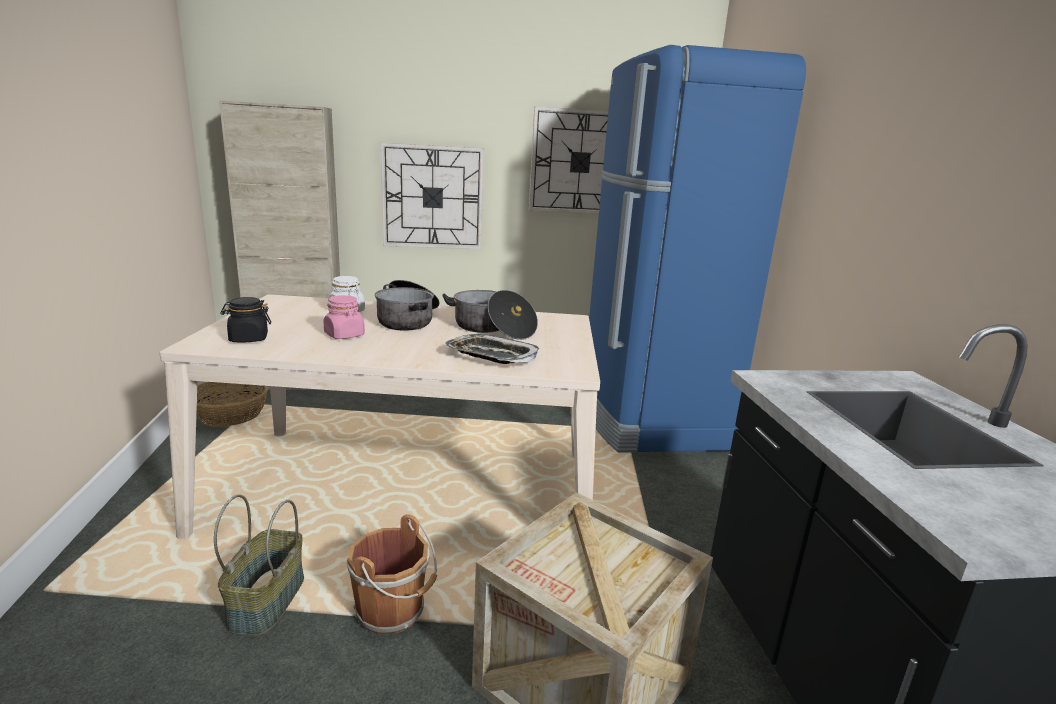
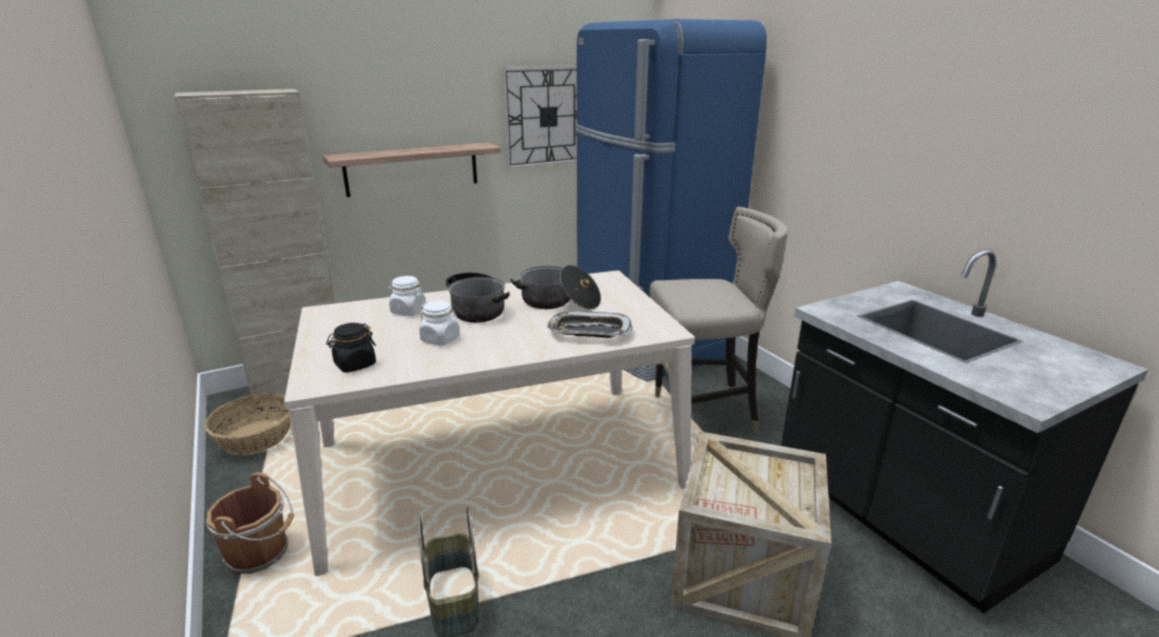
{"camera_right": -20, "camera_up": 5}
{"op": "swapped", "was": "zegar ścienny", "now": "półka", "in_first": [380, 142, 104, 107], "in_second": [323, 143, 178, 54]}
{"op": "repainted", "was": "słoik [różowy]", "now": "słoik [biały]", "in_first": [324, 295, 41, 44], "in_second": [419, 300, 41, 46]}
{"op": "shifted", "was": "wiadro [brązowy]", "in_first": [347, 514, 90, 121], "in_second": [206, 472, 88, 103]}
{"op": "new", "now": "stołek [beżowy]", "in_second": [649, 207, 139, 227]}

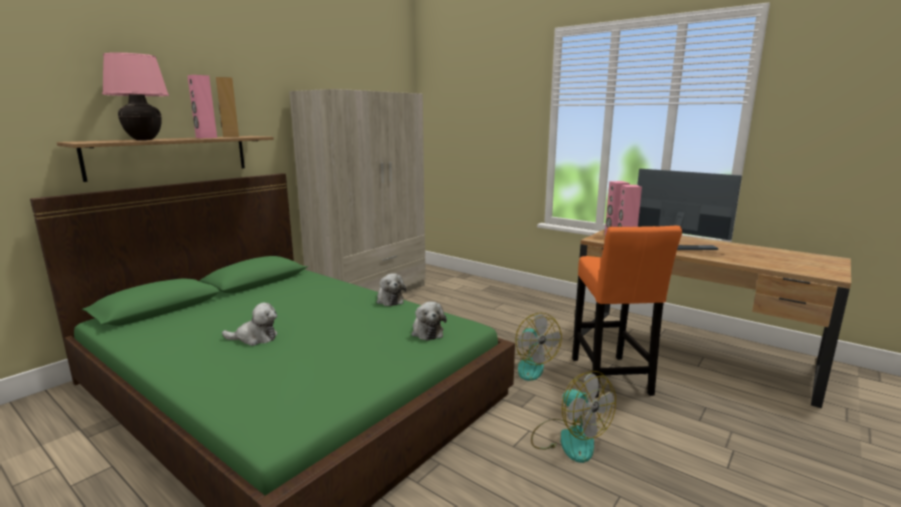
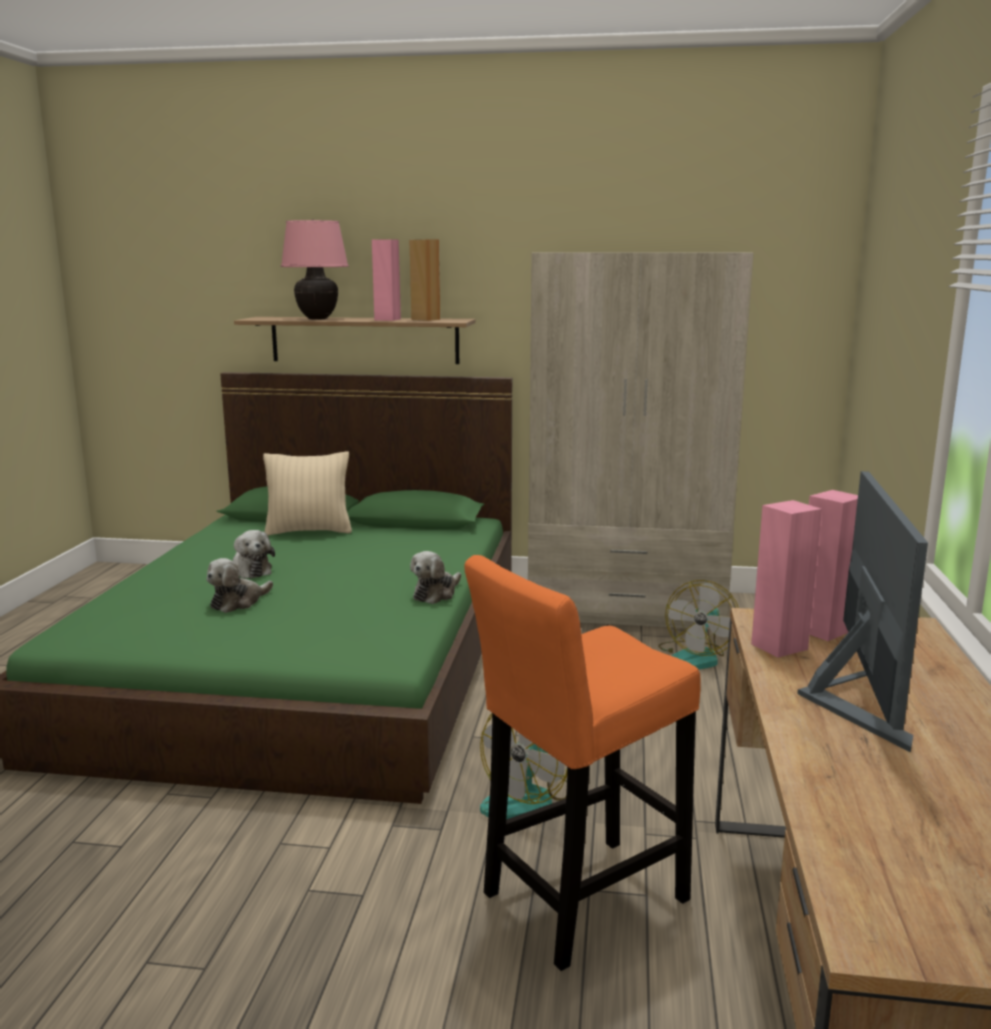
{"camera_right": 60, "camera_up": 0}
{"op": "shifted", "was": "pluszak", "in_first": [412, 302, 35, 39], "in_second": [206, 558, 67, 55]}
{"op": "shifted", "was": "wentylator", "in_first": [531, 371, 85, 92], "in_second": [658, 580, 81, 89]}
{"op": "new", "now": "poduszka [beżowy]", "in_second": [263, 451, 89, 84]}

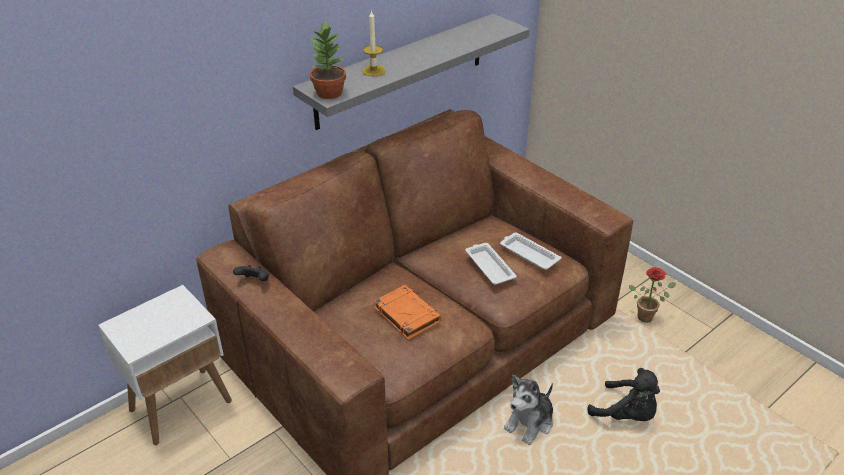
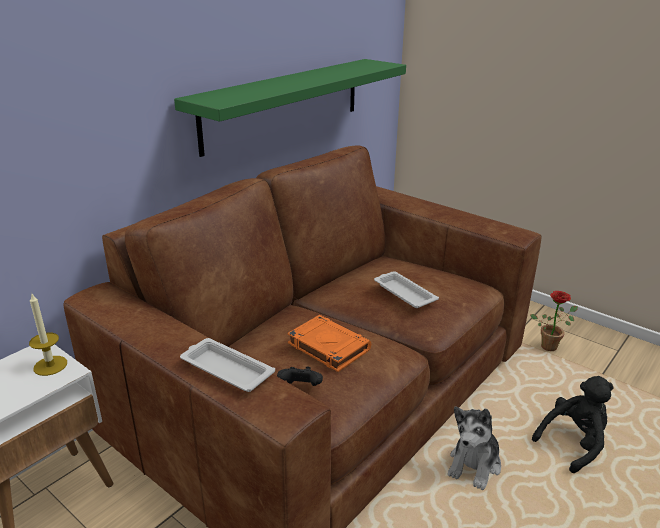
{"camera_right": -10, "camera_up": -10}
{"op": "shifted", "was": "świeca", "in_first": [362, 10, 24, 66], "in_second": [29, 294, 38, 82]}
{"op": "repainted", "was": "półka [szary]", "now": "półka [zielony]", "in_first": [293, 14, 237, 116], "in_second": [174, 59, 232, 98]}
{"op": "gone", "was": "roślina doniczkowa", "in_first": [309, 22, 37, 77]}
{"op": "shifted", "was": "taca [biały]", "in_first": [500, 232, 62, 38], "in_second": [180, 338, 95, 54]}
{"op": "shifted", "was": "pad do gier [czarny]", "in_first": [233, 265, 36, 16], "in_second": [277, 367, 46, 19]}
{"op": "rotated", "was": "pluszak [czarny]", "in_first": [587, 368, 73, 53], "in_second": [532, 376, 82, 97], "clockwise": -60}

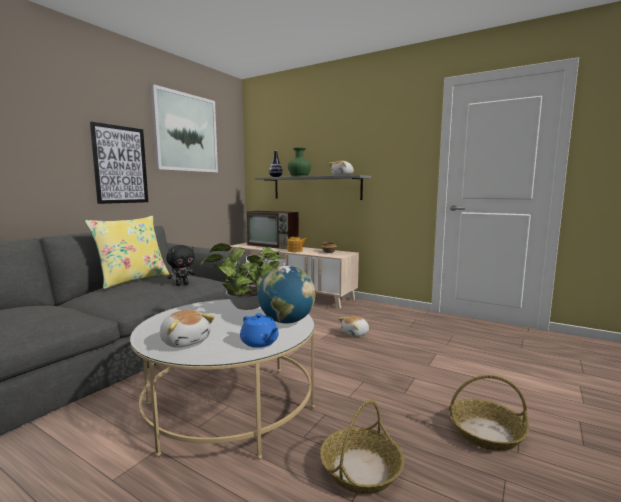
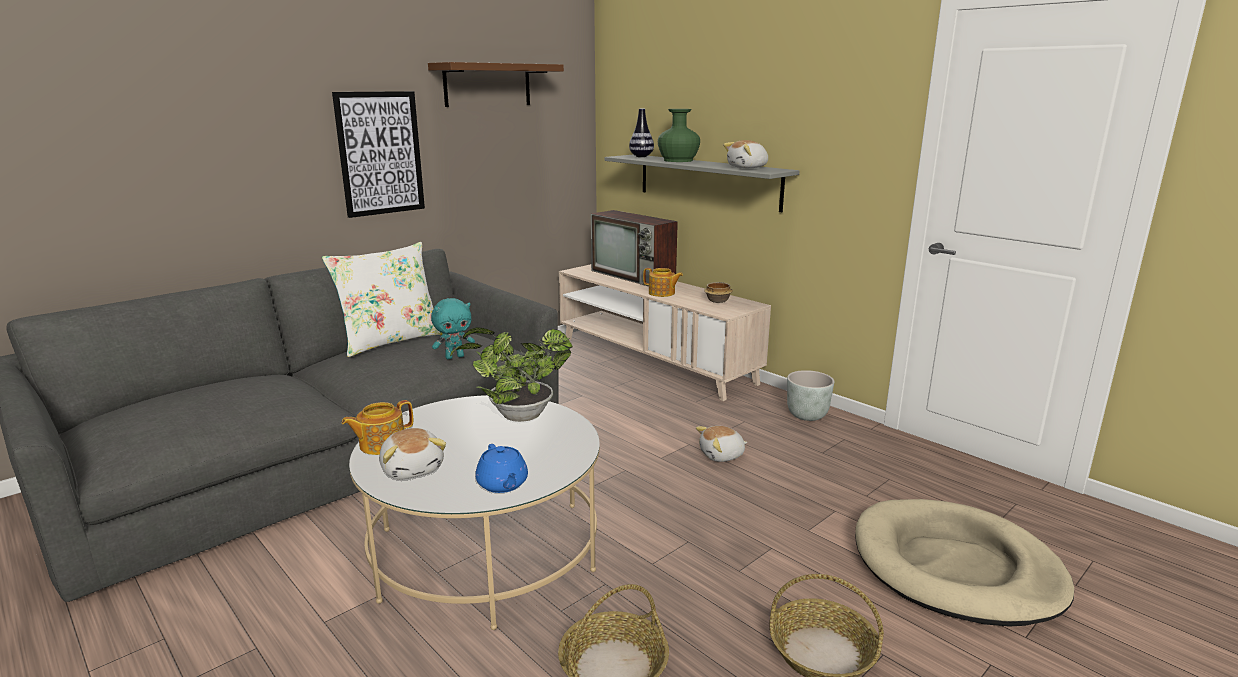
{"camera_right": 15, "camera_up": 10}
{"op": "swapped", "was": "obraz", "now": "półka [brązowy]", "in_first": [151, 84, 67, 89], "in_second": [428, 62, 136, 45]}
{"op": "repainted", "was": "poduszka [żółty]", "now": "poduszka [biały]", "in_first": [85, 216, 84, 73], "in_second": [322, 242, 121, 115]}
{"op": "repainted", "was": "pluszak [czarny]", "now": "pluszak [turkusowy]", "in_first": [166, 245, 30, 41], "in_second": [431, 298, 44, 61]}
{"op": "gone", "was": "globus", "in_first": [258, 266, 58, 58]}
{"op": "new", "now": "donica [szary]", "in_second": [787, 370, 47, 51]}
{"op": "new", "now": "imbryk", "in_second": [342, 400, 71, 55]}
{"op": "new", "now": "legowisko [beżowy]", "in_second": [855, 499, 219, 128]}

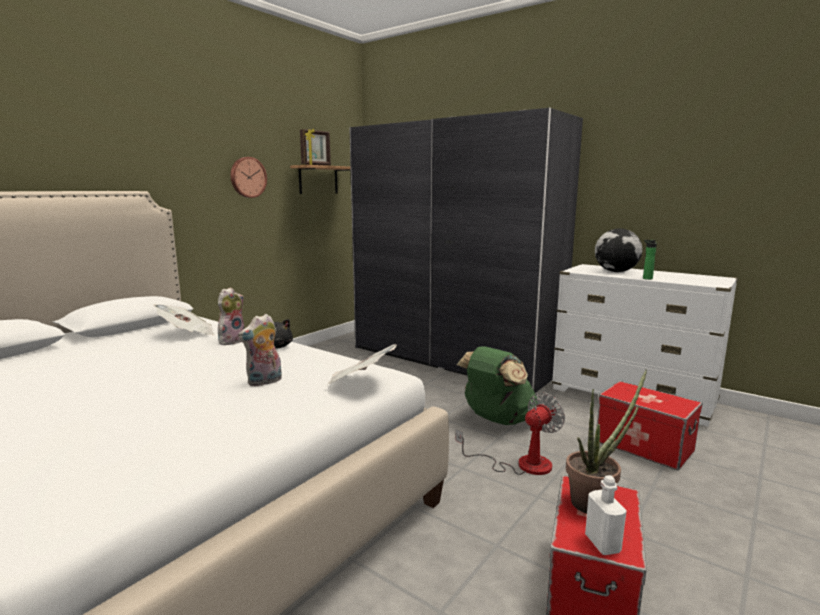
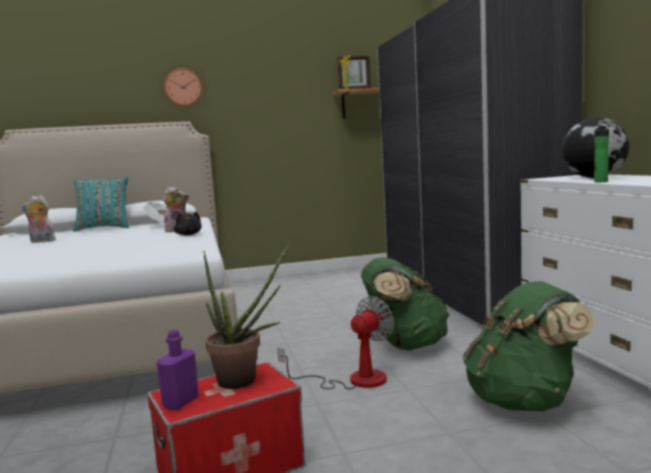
{"camera_right": 40, "camera_up": -5}
{"op": "shifted", "was": "zegar ścienny", "in_first": [230, 157, 37, 41], "in_second": [164, 68, 38, 38]}
{"op": "shifted", "was": "pluszak", "in_first": [238, 314, 44, 72], "in_second": [22, 195, 34, 48]}
{"op": "gone", "was": "gazeta", "in_first": [327, 344, 70, 41]}
{"op": "swapped", "was": "pojemnik do przechowywania", "now": "plecak [zielony]", "in_first": [597, 381, 105, 89], "in_second": [463, 281, 132, 130]}
{"op": "rotated", "was": "wentylator", "in_first": [455, 393, 110, 82], "in_second": [277, 296, 117, 93], "clockwise": -45}
{"op": "repainted", "was": "butelka [biały]", "now": "butelka [fioletowy]", "in_first": [585, 475, 42, 80], "in_second": [156, 330, 43, 80]}
{"op": "new", "now": "poduszka [turkusowy]", "in_second": [73, 176, 56, 56]}

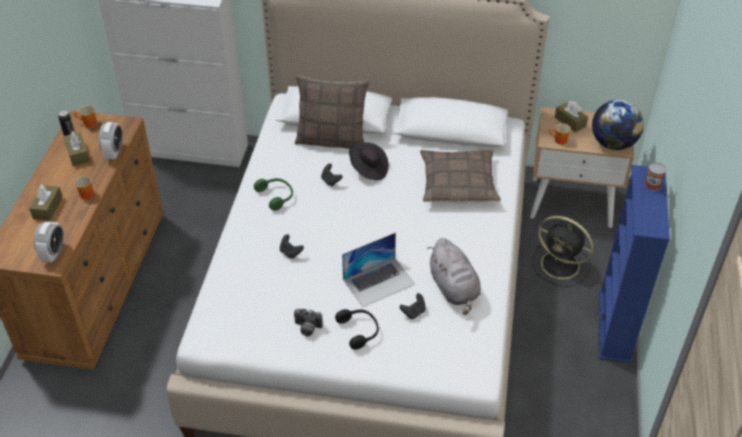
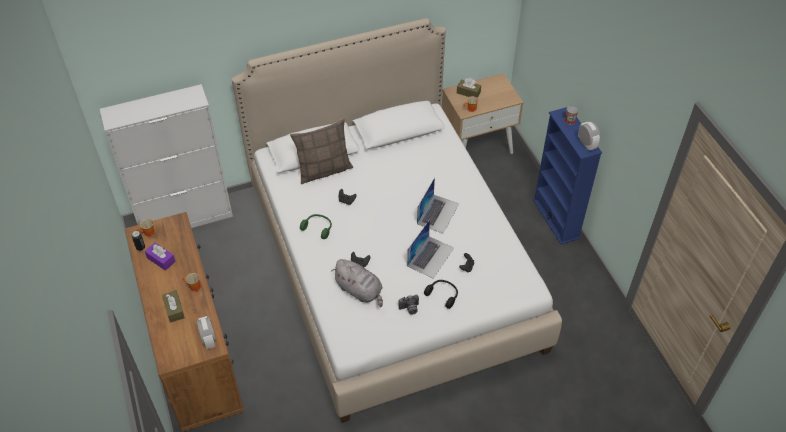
{"camera_right": -30, "camera_up": 5}
{"op": "gone", "was": "globus", "in_first": [592, 100, 52, 50]}
{"op": "shifted", "was": "budzik", "in_first": [99, 122, 24, 37], "in_second": [578, 122, 22, 28]}
{"op": "repainted", "was": "pudełko chusteczek [brązowy]", "now": "pudełko chusteczek [fioletowy]", "in_first": [63, 131, 27, 35], "in_second": [145, 243, 31, 28]}
{"op": "gone", "was": "kapelusz [czarny]", "in_first": [349, 143, 40, 37]}
{"op": "gone", "was": "poduszka", "in_first": [420, 150, 81, 52]}
{"op": "gone", "was": "wentylator [czarny]", "in_first": [532, 216, 61, 71]}
{"op": "shifted", "was": "pluszak [szary]", "in_first": [428, 238, 53, 77], "in_second": [332, 259, 51, 48]}
{"op": "new", "now": "laptop", "in_second": [417, 177, 42, 56]}

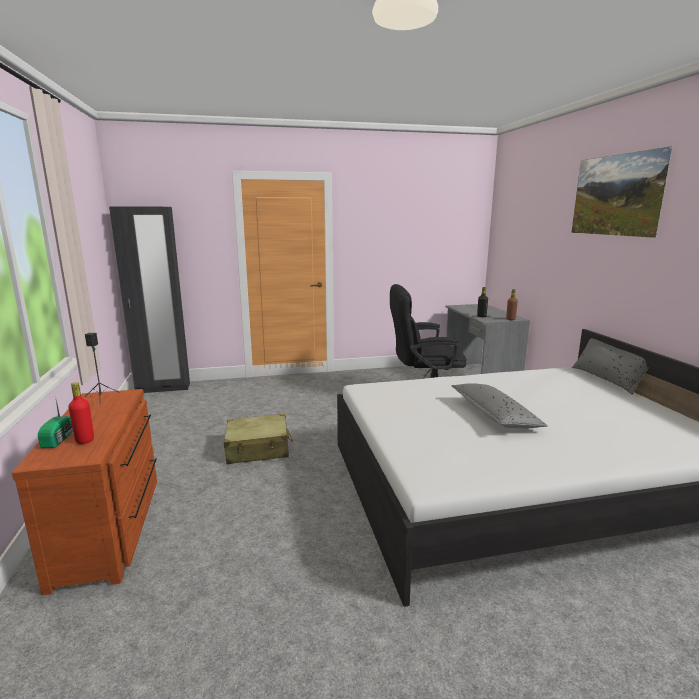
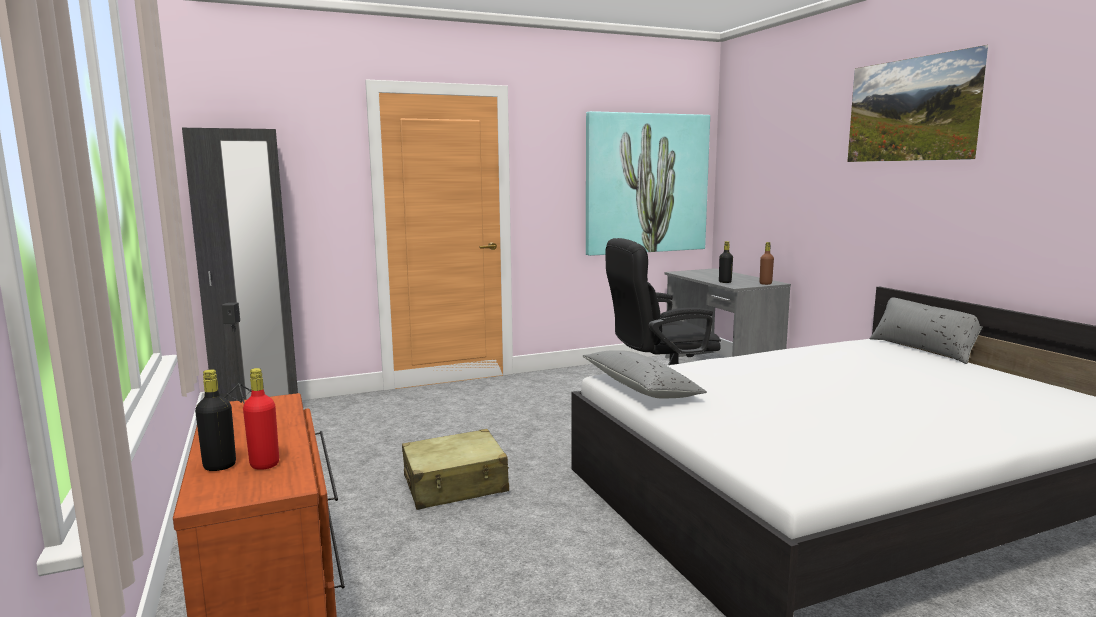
{"camera_right": -10, "camera_up": -5}
{"op": "shifted", "was": "poduszka [szary]", "in_first": [451, 383, 97, 45], "in_second": [583, 350, 124, 48]}
{"op": "swapped", "was": "radio", "now": "butelka [czarny]", "in_first": [38, 399, 35, 49], "in_second": [195, 369, 41, 102]}
{"op": "new", "now": "obraz", "in_second": [586, 111, 124, 145]}

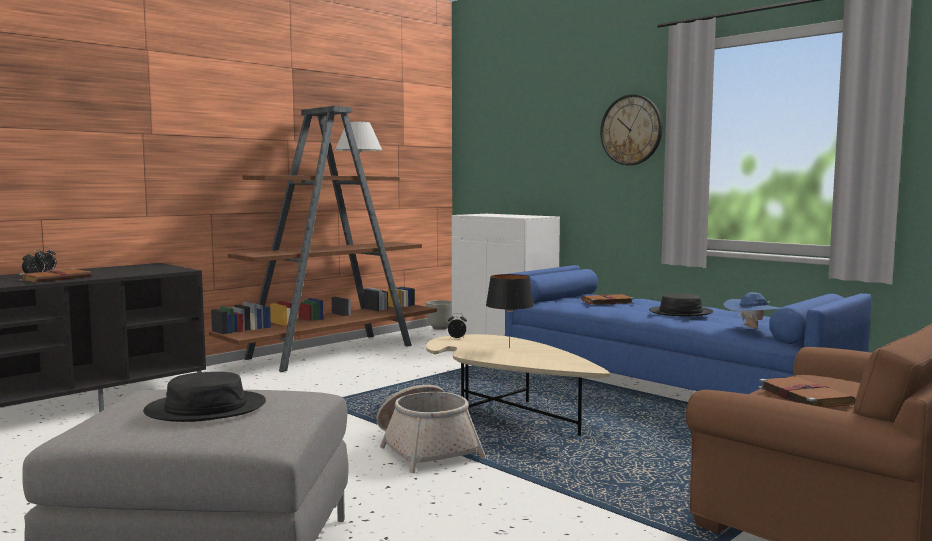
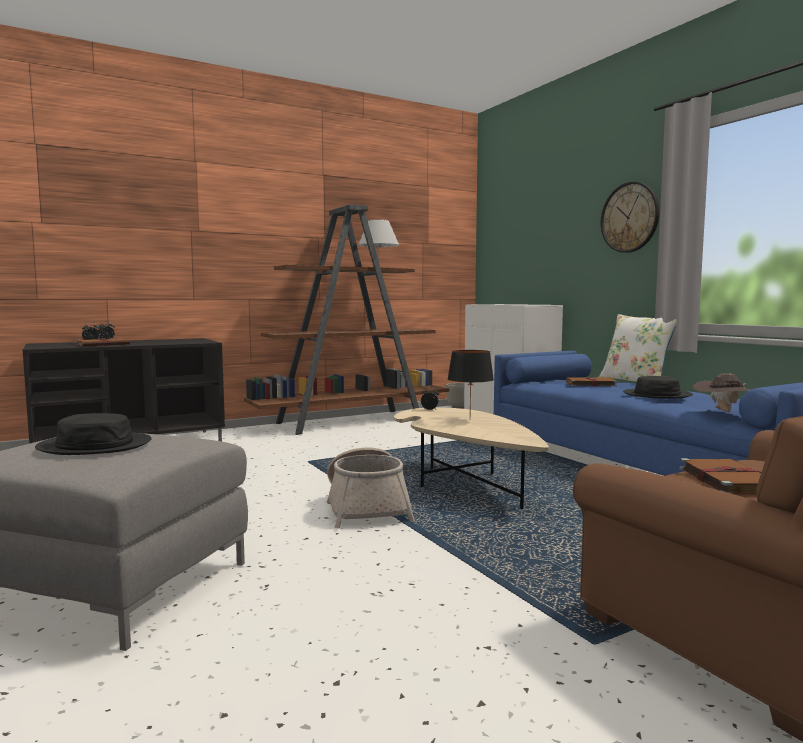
{"camera_right": 15, "camera_up": 0}
{"op": "repainted", "was": "kapelusz [niebieski]", "now": "kapelusz [brązowy]", "in_first": [723, 292, 56, 37], "in_second": [693, 373, 59, 39]}
{"op": "new", "now": "poduszka [biały]", "in_second": [599, 314, 78, 68]}

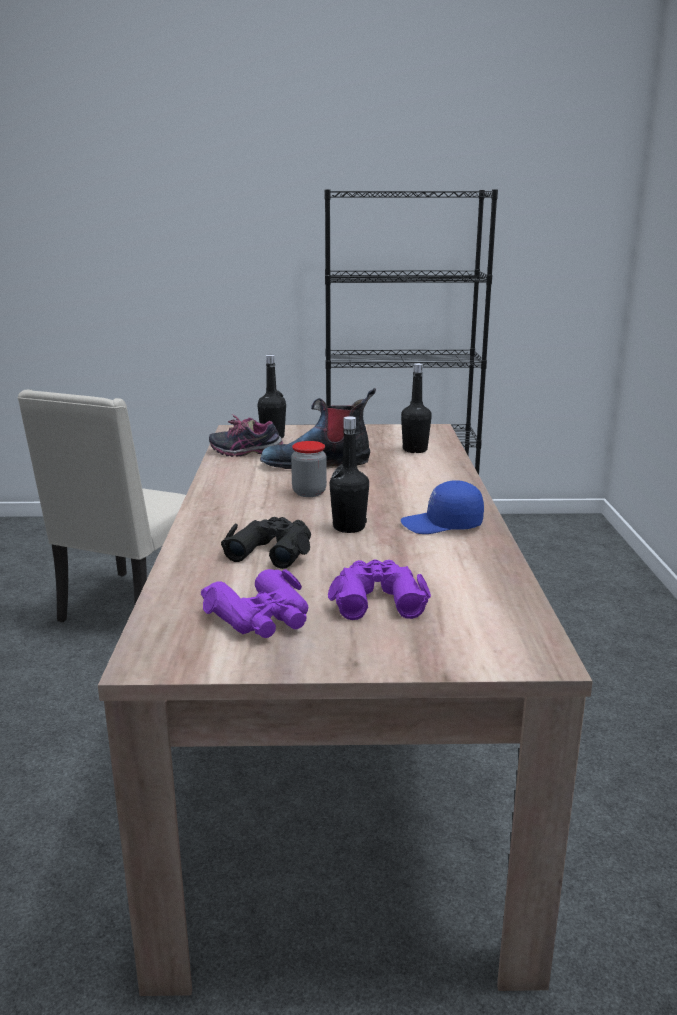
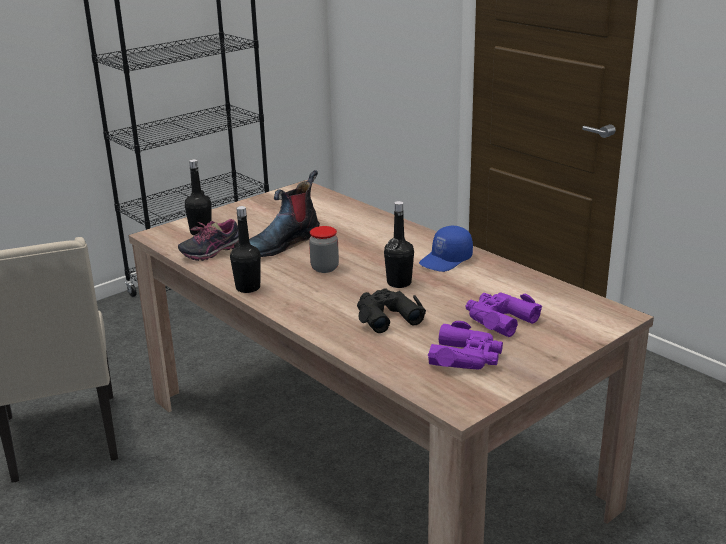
{"camera_right": -40, "camera_up": 5}
{"op": "shifted", "was": "butelka [czarny]", "in_first": [401, 363, 31, 90], "in_second": [230, 206, 31, 87]}

